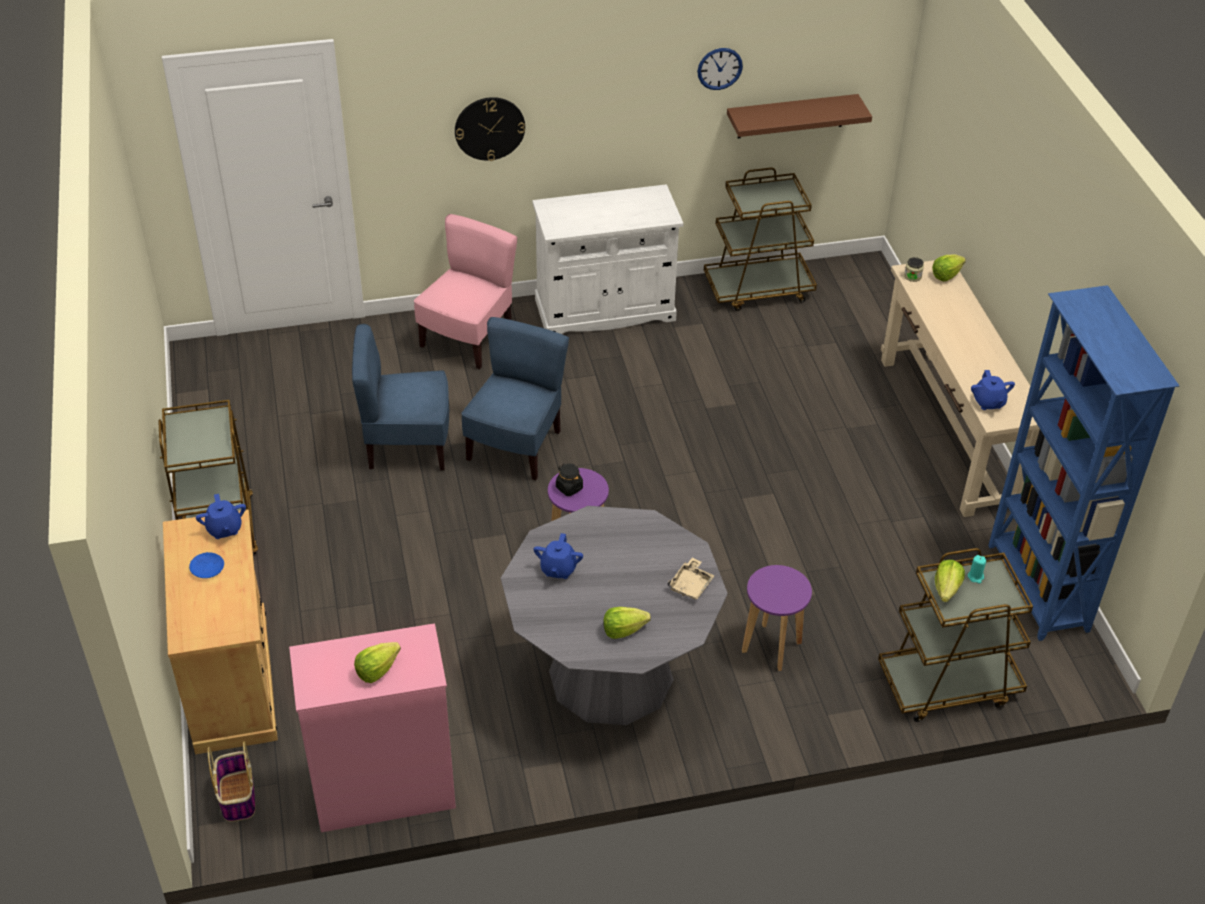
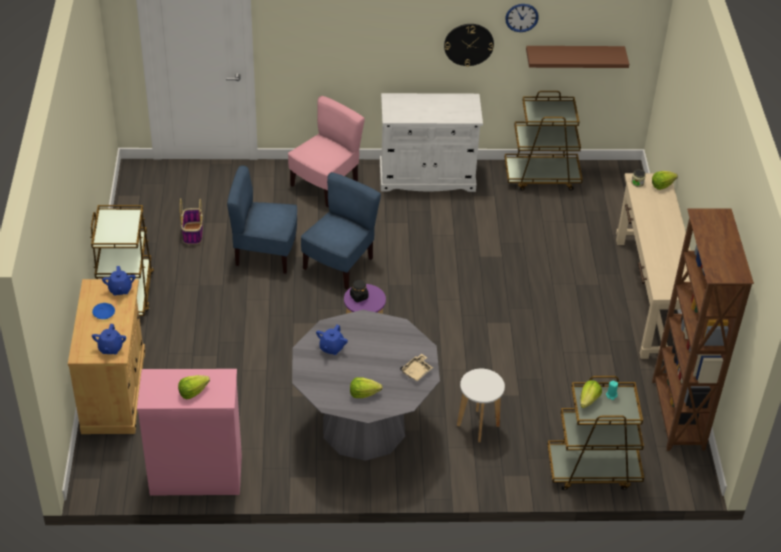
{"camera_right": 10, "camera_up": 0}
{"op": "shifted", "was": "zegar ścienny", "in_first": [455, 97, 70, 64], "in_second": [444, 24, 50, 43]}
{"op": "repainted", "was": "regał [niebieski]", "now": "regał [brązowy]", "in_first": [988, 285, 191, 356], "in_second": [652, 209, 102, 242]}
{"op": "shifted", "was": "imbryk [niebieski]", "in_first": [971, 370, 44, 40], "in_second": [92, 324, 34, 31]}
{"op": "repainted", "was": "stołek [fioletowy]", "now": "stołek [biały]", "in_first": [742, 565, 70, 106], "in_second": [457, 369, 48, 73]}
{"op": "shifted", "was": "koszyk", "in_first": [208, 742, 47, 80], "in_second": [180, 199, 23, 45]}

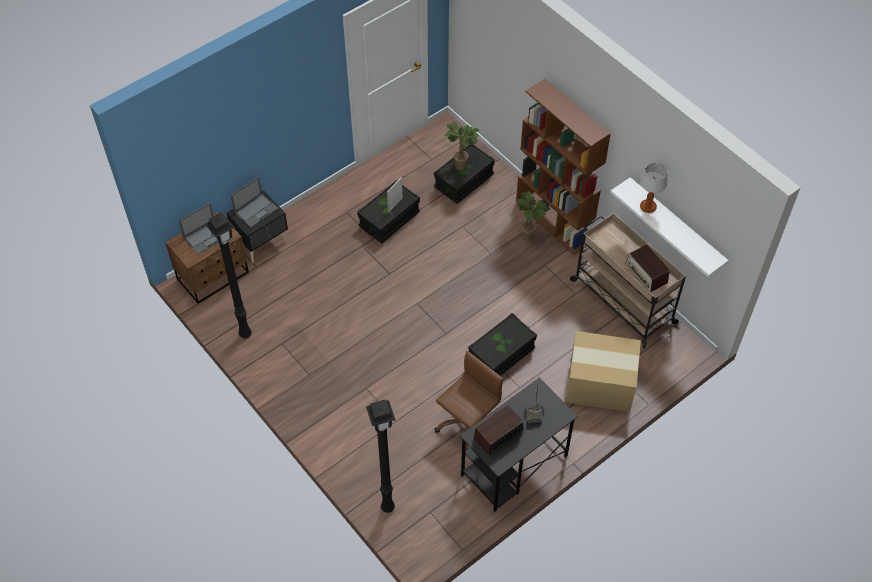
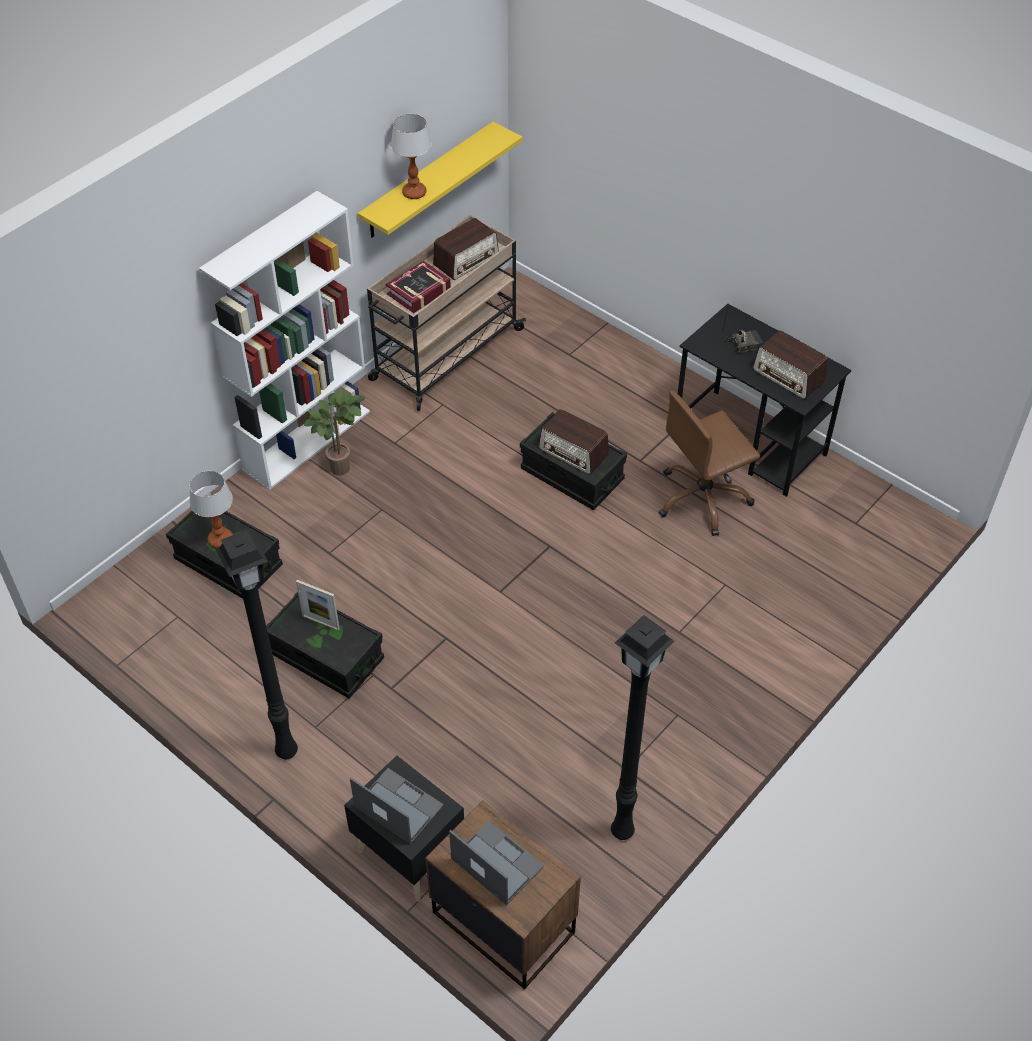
{"camera_right": -100, "camera_up": -5}
{"op": "repainted", "was": "regał [brązowy]", "now": "regał [biały]", "in_first": [516, 79, 95, 176], "in_second": [199, 191, 171, 299]}
{"op": "swapped", "was": "roślina doniczkowa", "now": "lampa stołowa", "in_first": [445, 121, 34, 49], "in_second": [189, 471, 44, 77]}
{"op": "repainted", "was": "półka [biały]", "now": "półka [żółty]", "in_first": [610, 177, 119, 100], "in_second": [358, 122, 165, 115]}
{"op": "gone", "was": "karton", "in_first": [566, 331, 75, 81]}
{"op": "rotated", "was": "krzesło biurowe [brązowy]", "in_first": [435, 351, 68, 104], "in_second": [659, 390, 101, 146], "clockwise": -60}
{"op": "shifted", "was": "lampa stojąca [czarny]", "in_first": [366, 399, 30, 114], "in_second": [215, 530, 83, 229]}
{"op": "new", "now": "książka", "in_second": [386, 261, 65, 52]}
{"op": "new", "now": "radio", "in_second": [539, 409, 70, 66]}

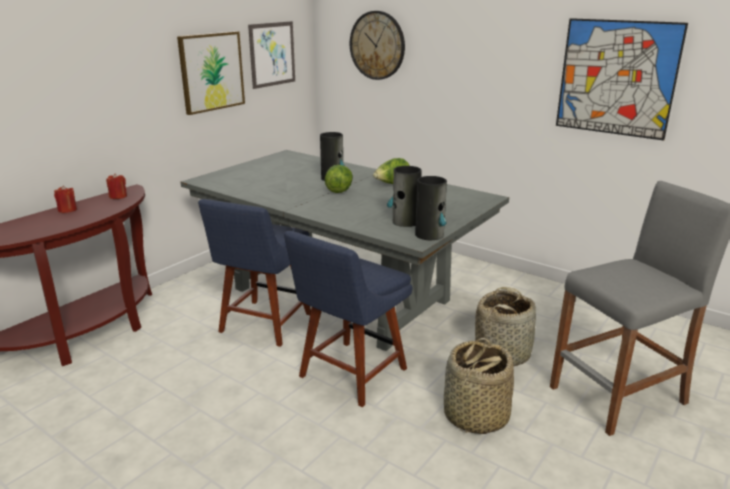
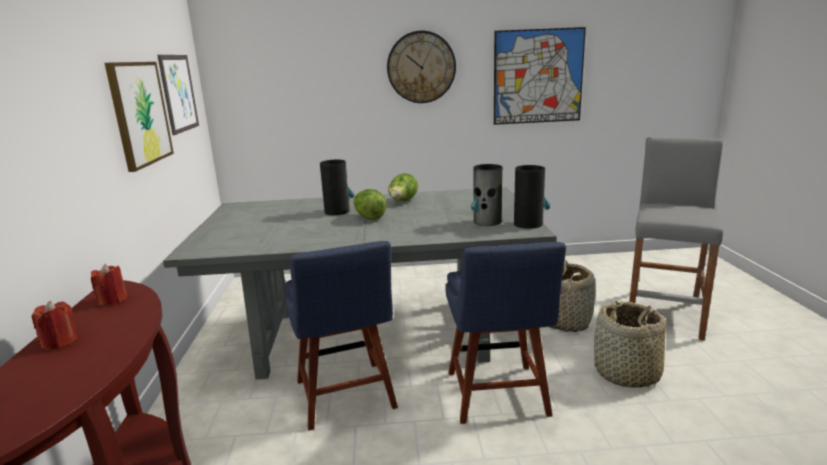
{"camera_right": -40, "camera_up": -5}
{"op": "shifted", "was": "zegar ścienny", "in_first": [350, 11, 55, 69], "in_second": [387, 31, 69, 72]}

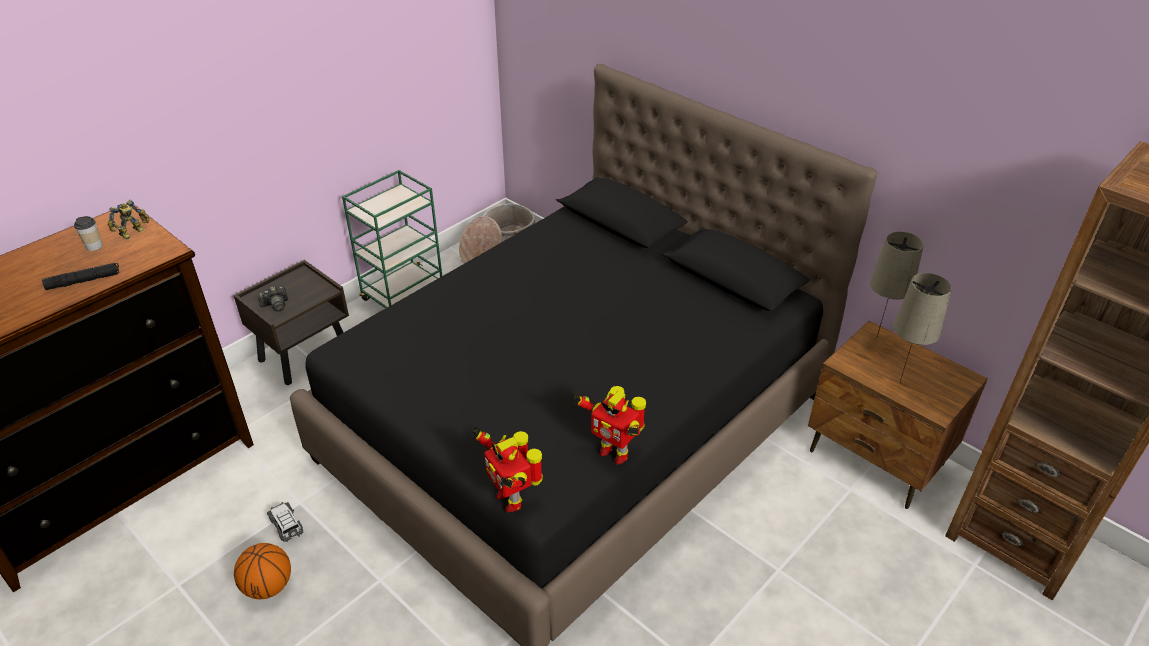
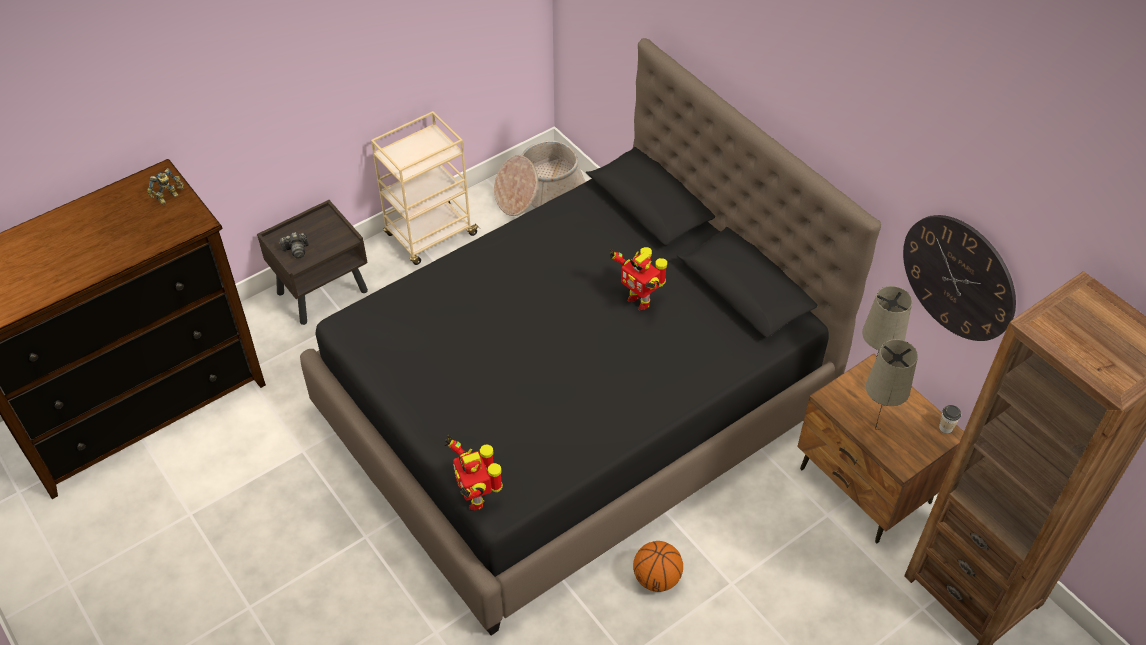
{"camera_right": 10, "camera_up": 10}
{"op": "repainted", "was": "wózek [zielony]", "now": "wózek [beżowy]", "in_first": [342, 170, 100, 139], "in_second": [371, 111, 110, 154]}
{"op": "shifted", "was": "filiżanka", "in_first": [74, 216, 28, 35], "in_second": [939, 405, 22, 29]}
{"op": "gone", "was": "latarka [czarny]", "in_first": [42, 263, 77, 27]}
{"op": "shifted", "was": "robot zabawkowy", "in_first": [573, 386, 73, 79], "in_second": [609, 247, 58, 64]}
{"op": "gone", "was": "samochodzik", "in_first": [267, 502, 36, 40]}
{"op": "shifted", "was": "piłka do koszykówki", "in_first": [234, 543, 57, 56], "in_second": [633, 541, 50, 51]}
{"op": "new", "now": "zegar ścienny", "in_second": [903, 215, 113, 126]}

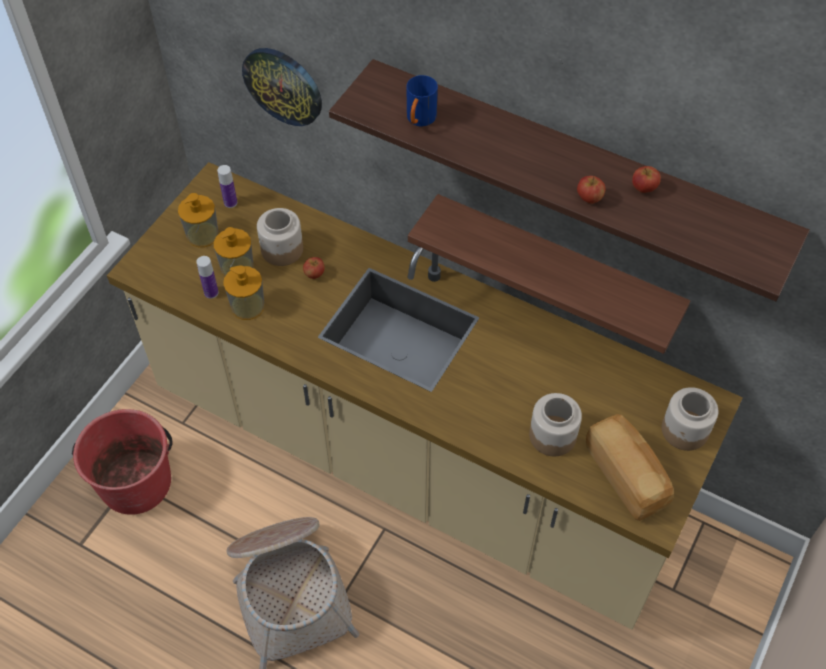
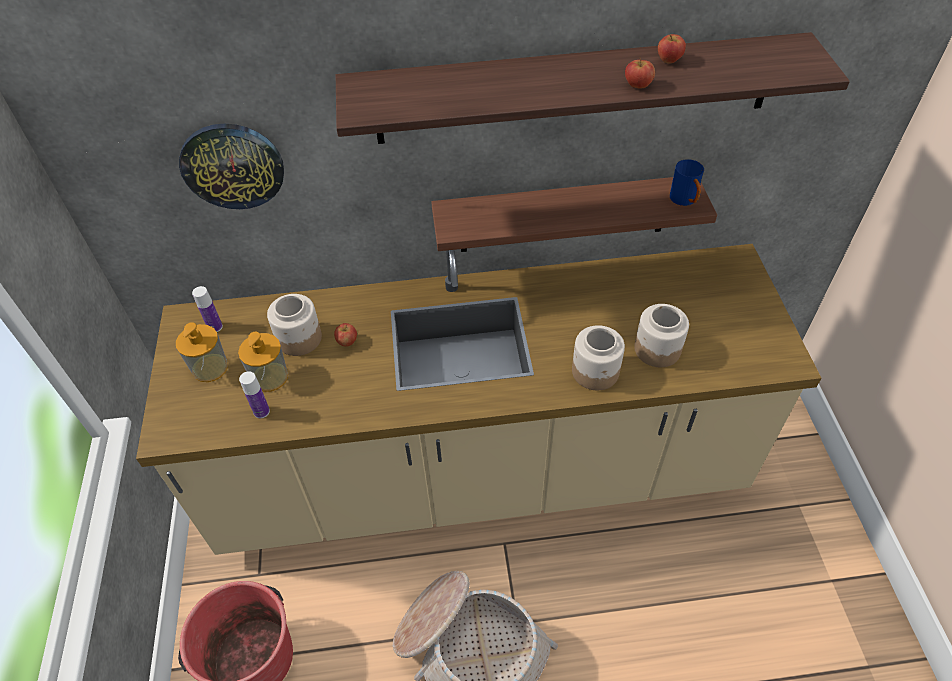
{"camera_right": -35, "camera_up": -5}
{"op": "shifted", "was": "kubek [niebieski]", "in_first": [406, 75, 32, 52], "in_second": [670, 159, 34, 47]}
{"op": "gone", "was": "dozownik mydła", "in_first": [223, 265, 42, 55]}
{"op": "shifted", "was": "słoik", "in_first": [662, 387, 57, 64], "in_second": [572, 325, 53, 65]}
{"op": "gone", "was": "chleb", "in_first": [586, 414, 88, 107]}

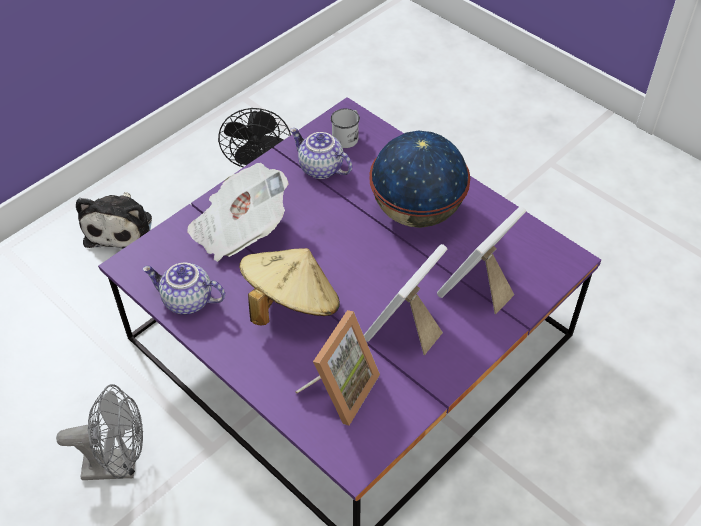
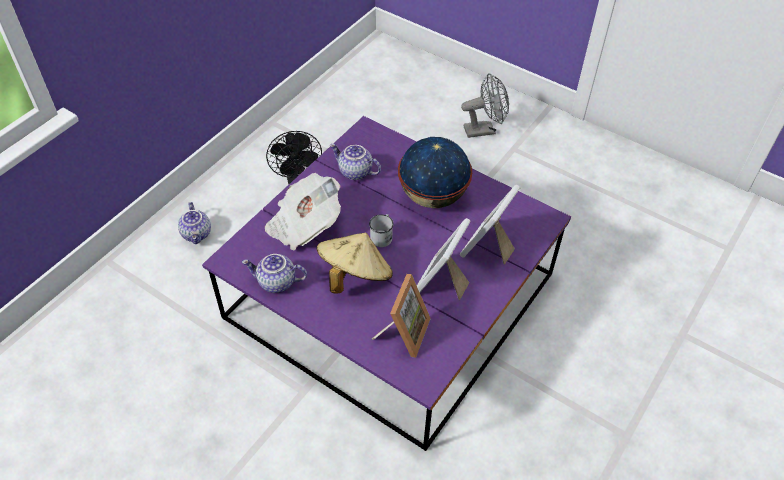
{"camera_right": -10, "camera_up": 0}
{"op": "shifted", "was": "kubek [biały]", "in_first": [331, 108, 29, 40], "in_second": [369, 214, 25, 33]}
{"op": "swapped", "was": "pluszak", "now": "imbryk", "in_first": [76, 192, 76, 57], "in_second": [178, 202, 33, 42]}
{"op": "shifted", "was": "wentylator [szary]", "in_first": [56, 384, 87, 96], "in_second": [461, 73, 48, 65]}

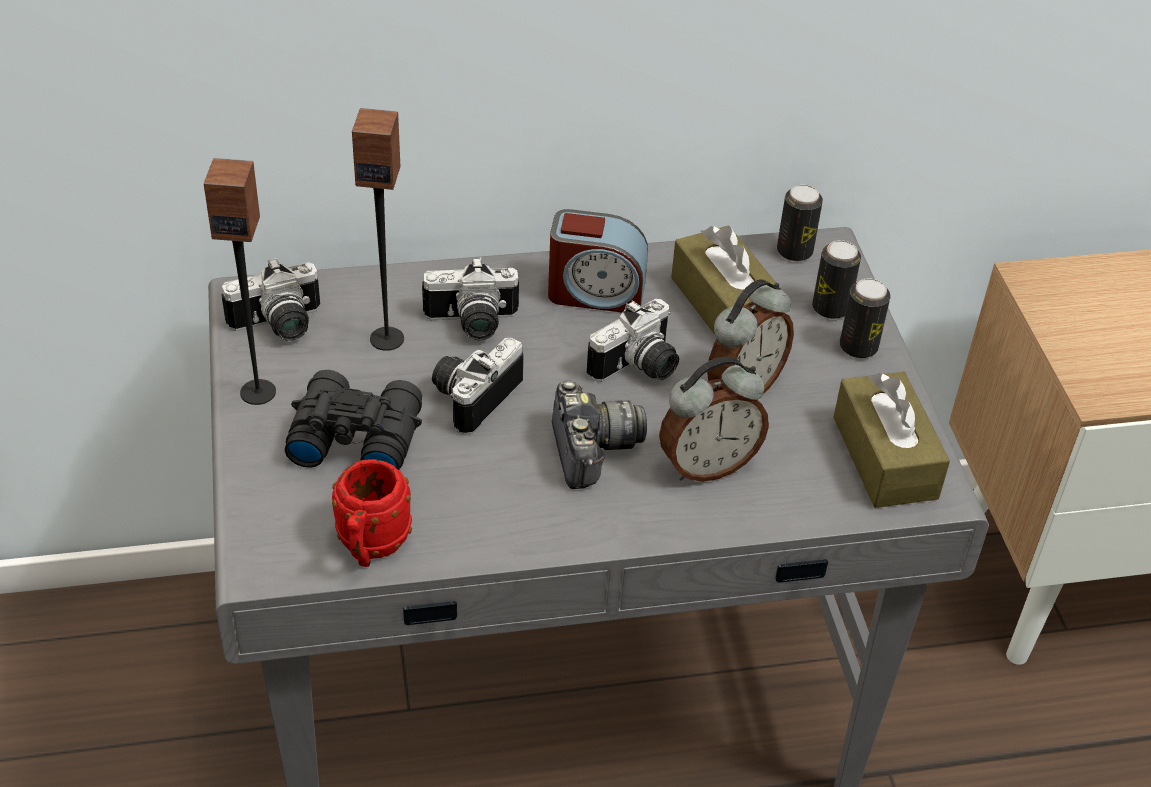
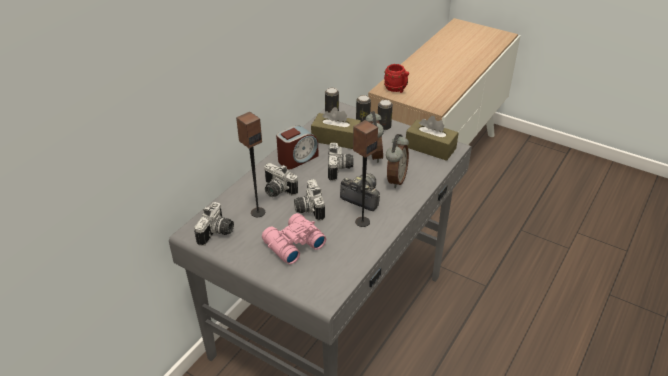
{"camera_right": -45, "camera_up": -5}
{"op": "shifted", "was": "głośnik", "in_first": [204, 158, 72, 247], "in_second": [353, 120, 25, 107]}
{"op": "rotated", "was": "aparat fotograficzny", "in_first": [422, 257, 97, 83], "in_second": [264, 163, 34, 34], "clockwise": 90}
{"op": "repainted", "was": "lornetka [czarny]", "now": "lornetka [różowy]", "in_first": [285, 370, 137, 100], "in_second": [262, 213, 64, 51]}
{"op": "shifted", "was": "kubek [czerwony]", "in_first": [332, 459, 80, 108], "in_second": [384, 64, 25, 29]}

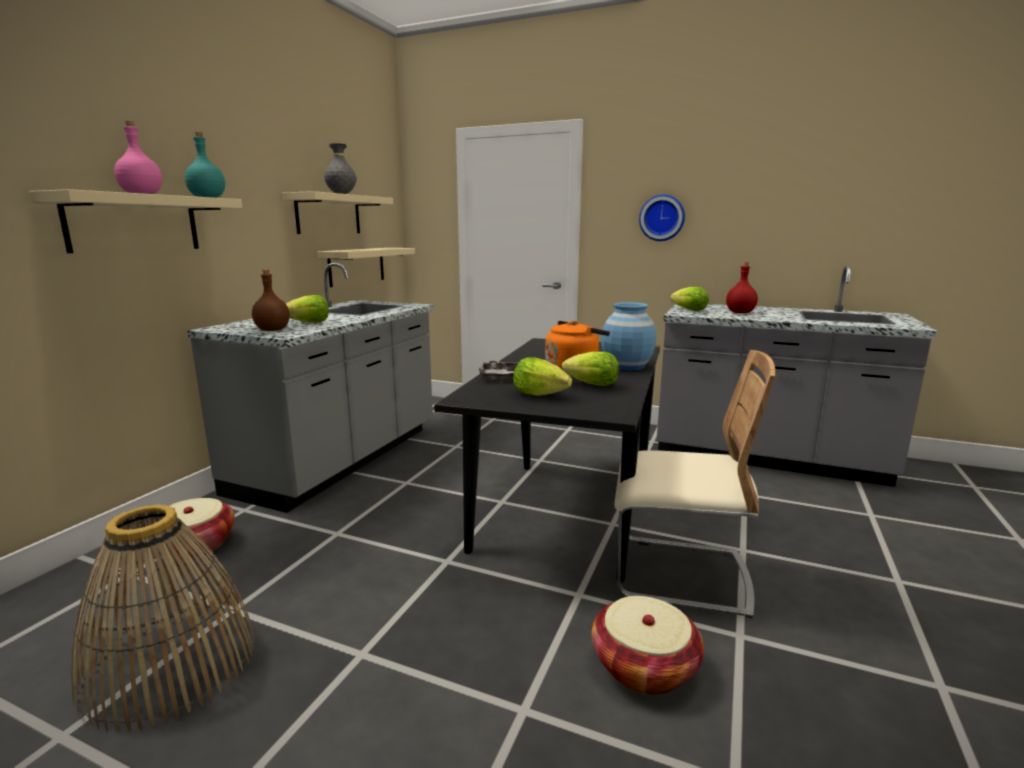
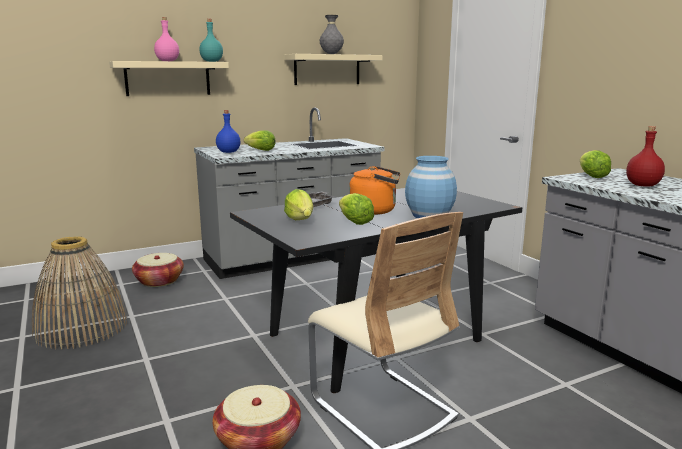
{"camera_right": 40, "camera_up": 0}
{"op": "gone", "was": "zegar ścienny", "in_first": [639, 195, 46, 46]}
{"op": "gone", "was": "półka [beżowy]", "in_first": [318, 248, 97, 39]}
{"op": "repainted", "was": "butelka [brązowy]", "now": "butelka [niebieski]", "in_first": [252, 269, 38, 62], "in_second": [216, 110, 24, 43]}

